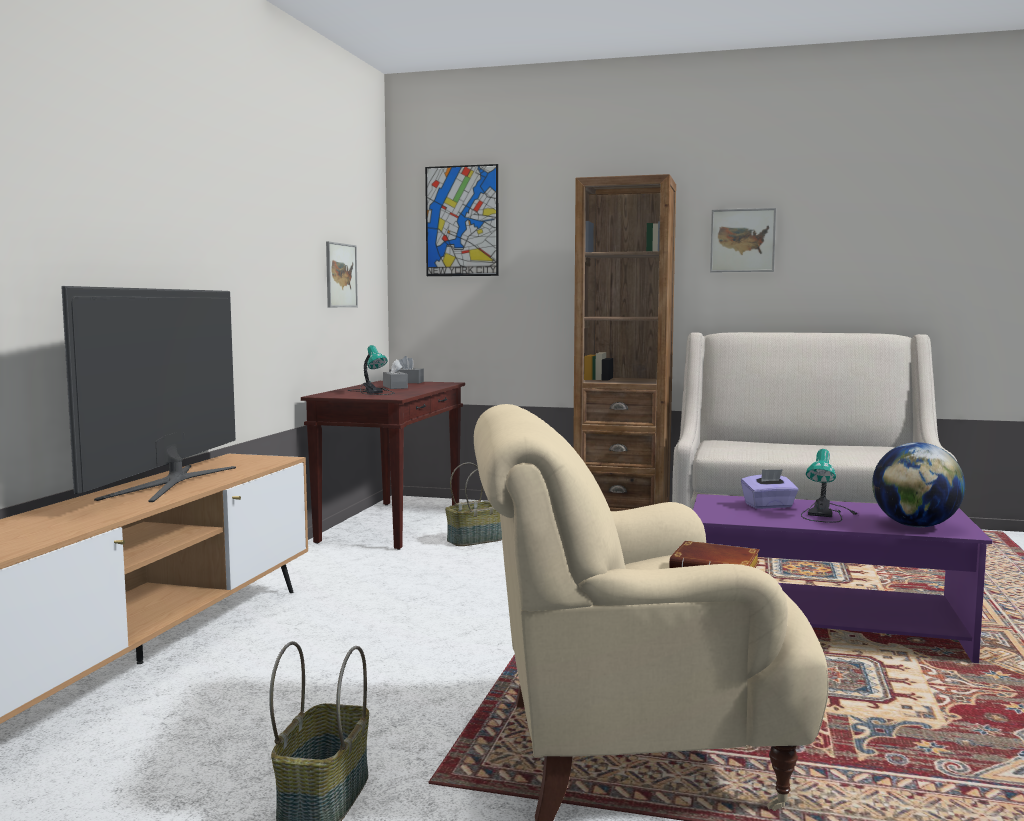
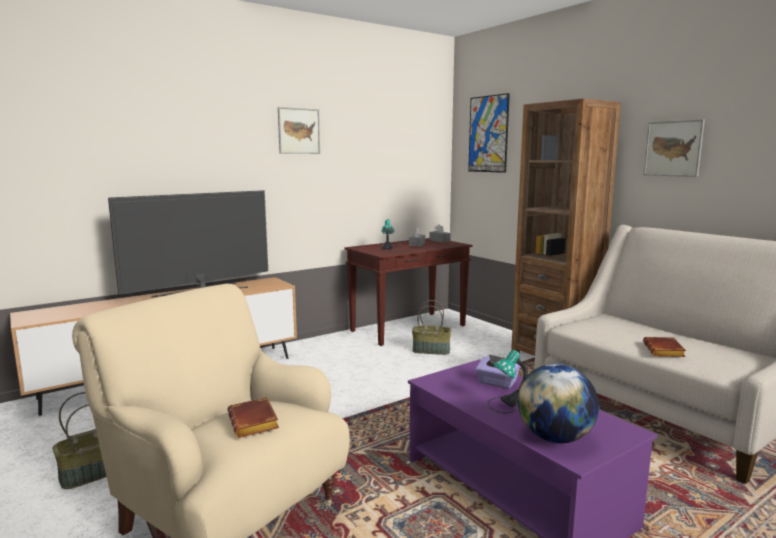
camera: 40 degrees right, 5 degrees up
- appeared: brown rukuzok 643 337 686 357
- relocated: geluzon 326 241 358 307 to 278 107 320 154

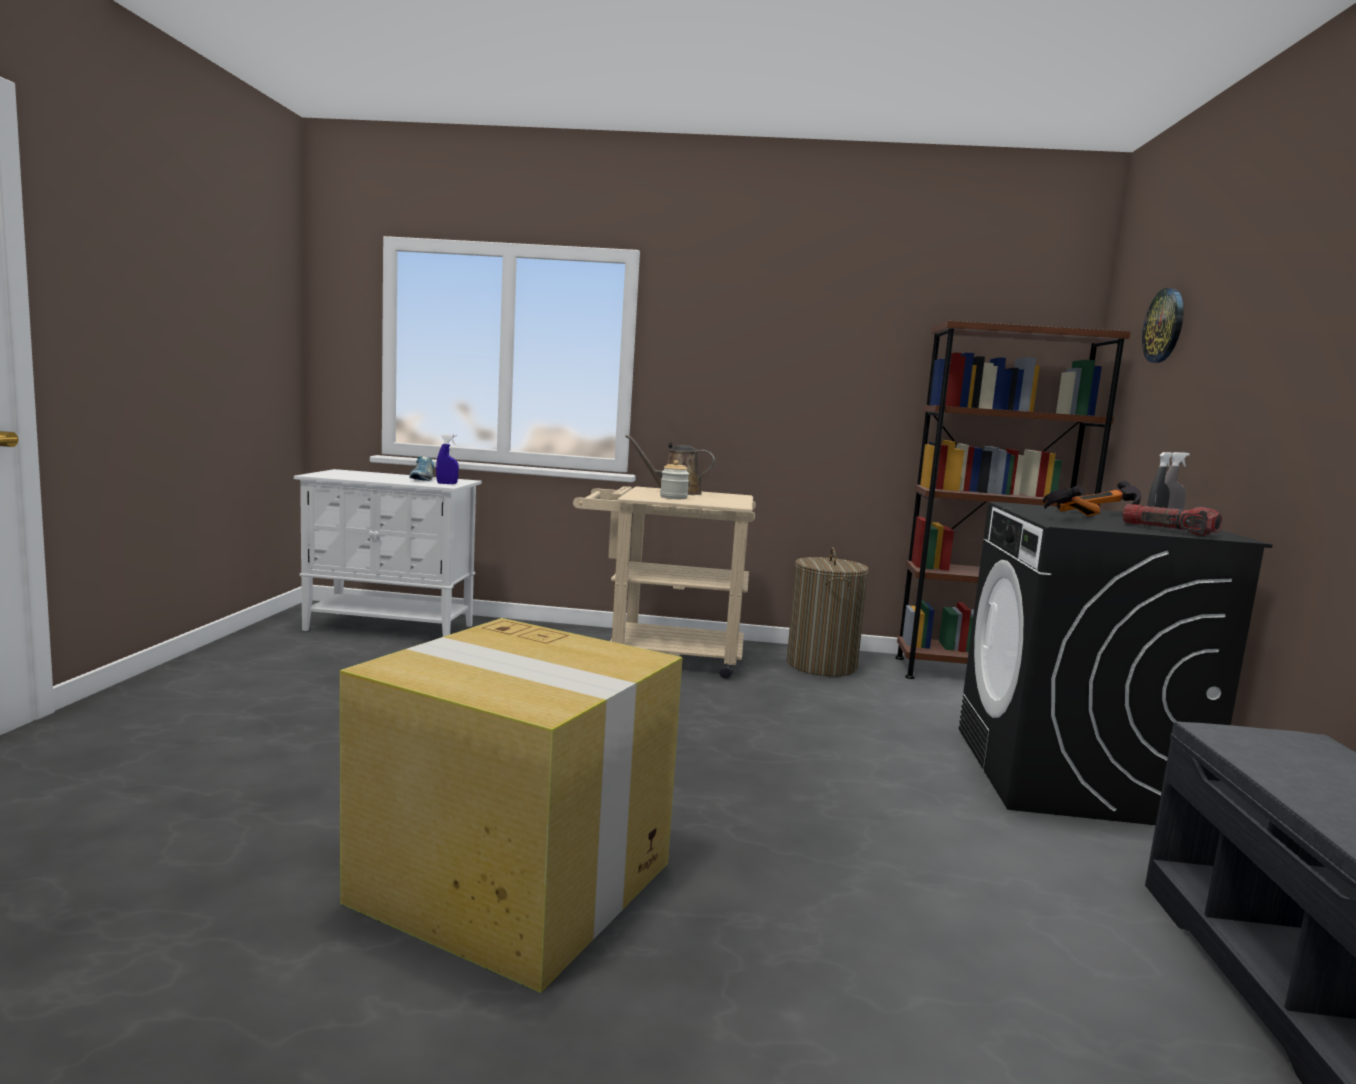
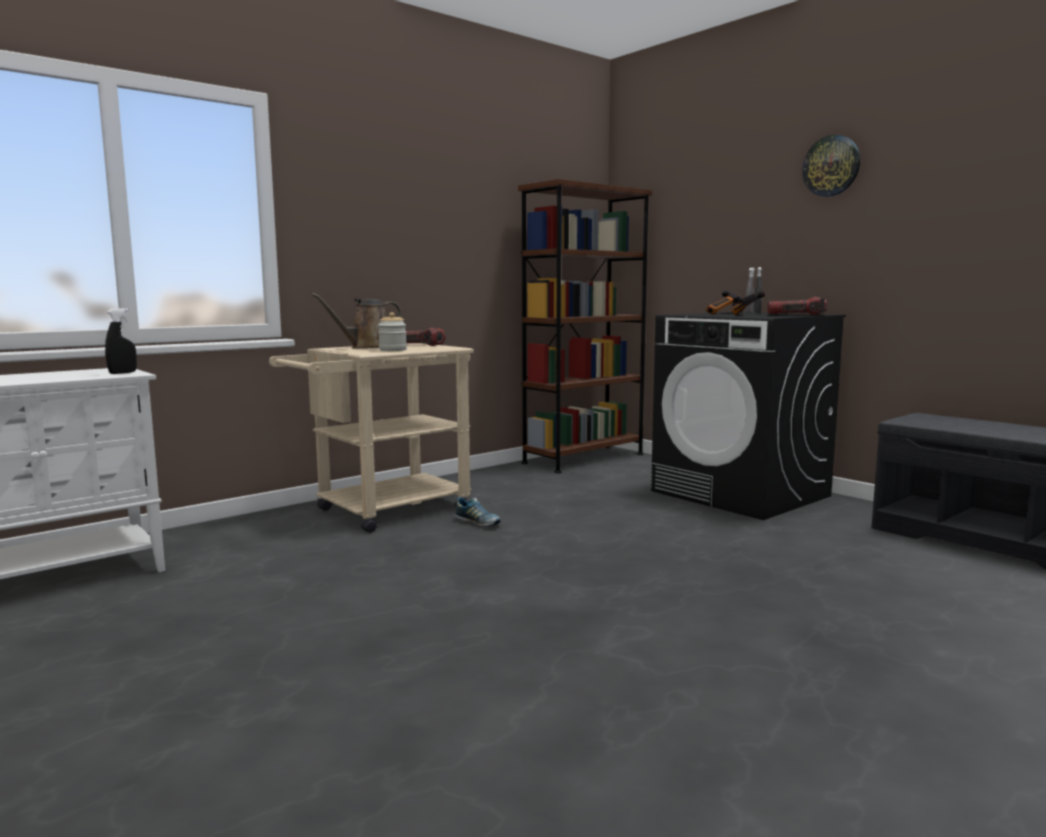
camera: 45 degrees left, 0 degrees up
- missing: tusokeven 340 618 683 993
- missing: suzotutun 787 547 869 676
- appeared: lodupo 406 328 445 346
- relocated: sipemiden 409 455 434 481 to 455 497 501 526
- relocated: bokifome 1142 288 1184 363 to 802 135 860 197
- colour: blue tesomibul 436 434 459 484 to black tesomibul 105 308 137 374

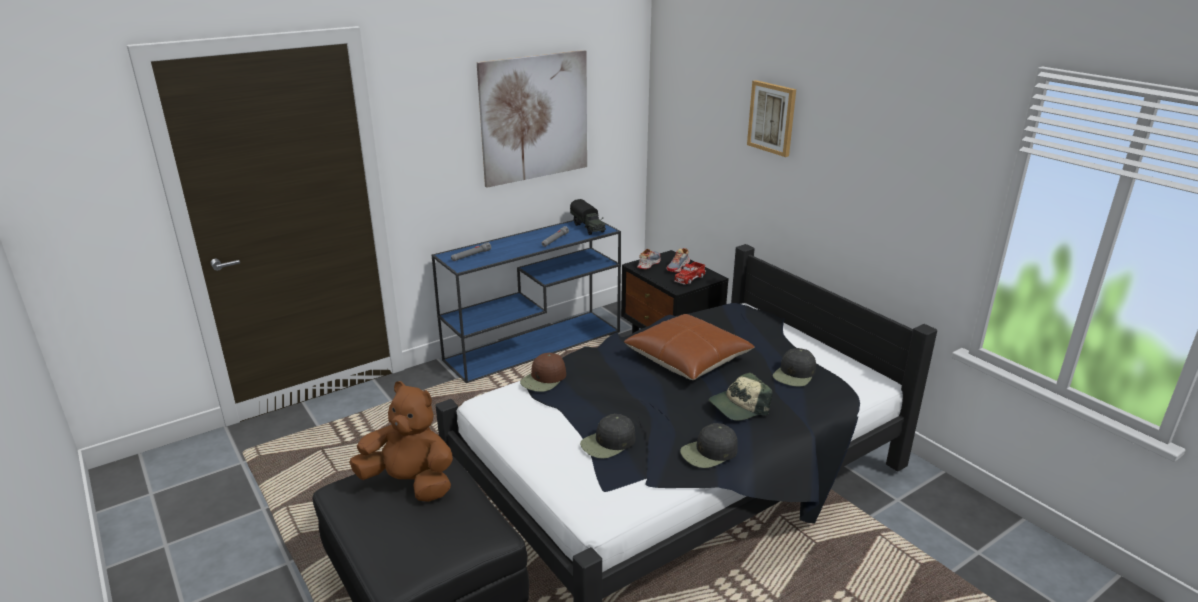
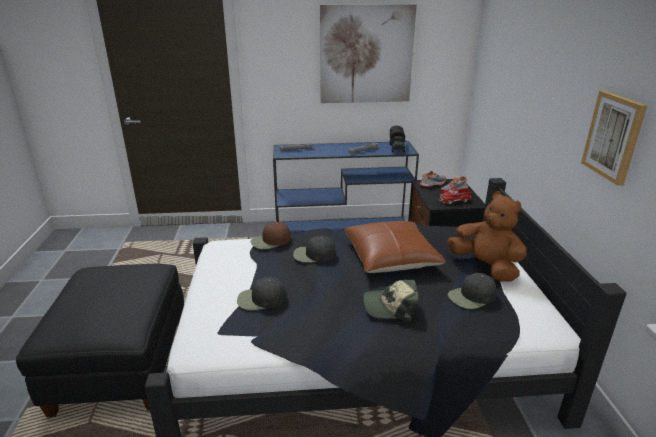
camera: 30 degrees right, 0 degrees up
- relocated: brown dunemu 349 381 453 502 to 447 191 527 281
- relocated: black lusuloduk 680 423 738 468 to 293 236 336 262
- relocated: geluzon 747 80 796 157 to 581 91 647 186

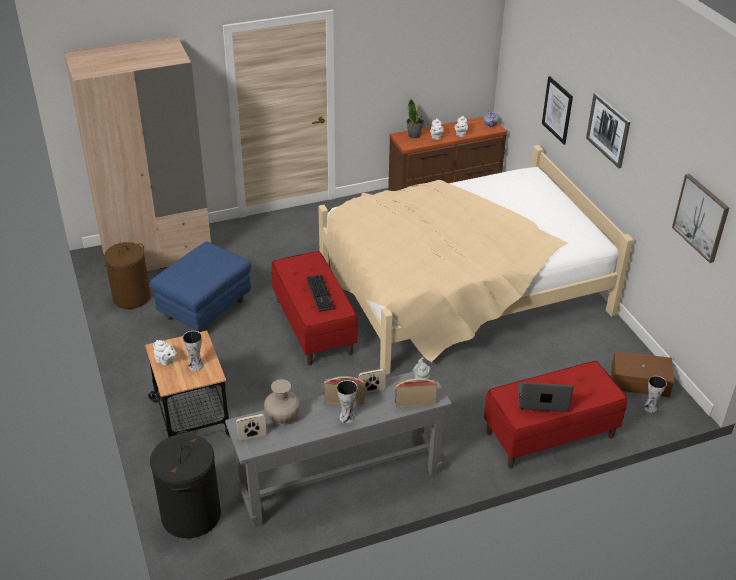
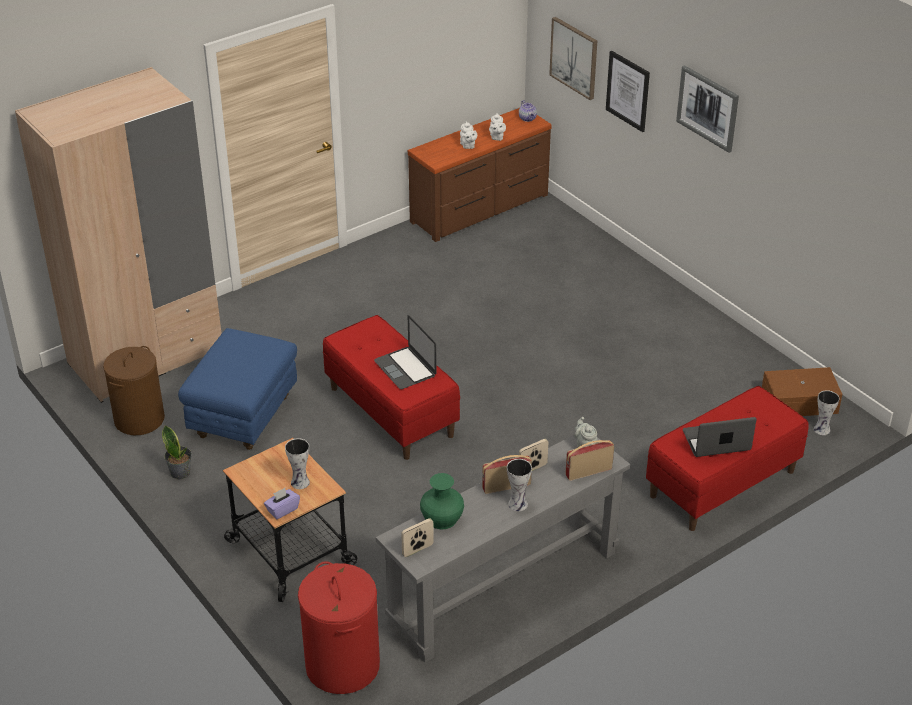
camera: 15 degrees left, 0 degrees up
- missing: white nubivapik 153 340 177 366
- missing: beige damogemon 318 145 634 375
- appeared: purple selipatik 264 488 300 519
- relocated: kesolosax 407 99 424 138 to 162 425 192 479
- relocated: geluzon 672 174 729 263 to 549 17 597 100
- exchanged: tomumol 307 275 335 312 to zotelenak 374 315 437 389
- colour: black suzotutun 150 431 221 538 to red suzotutun 298 561 380 694
- colour: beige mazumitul 264 379 300 425 to green mazumitul 420 473 464 529

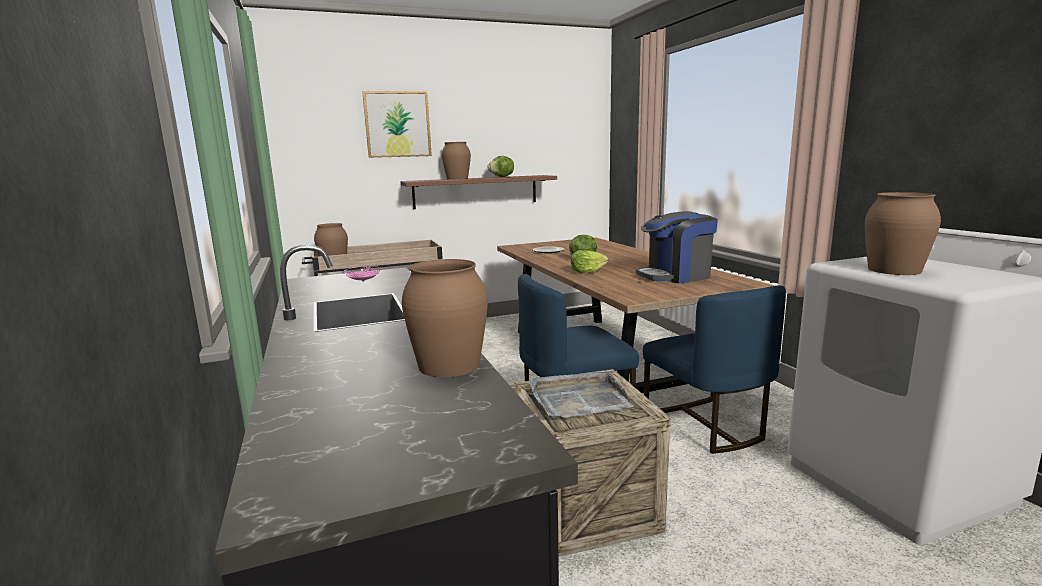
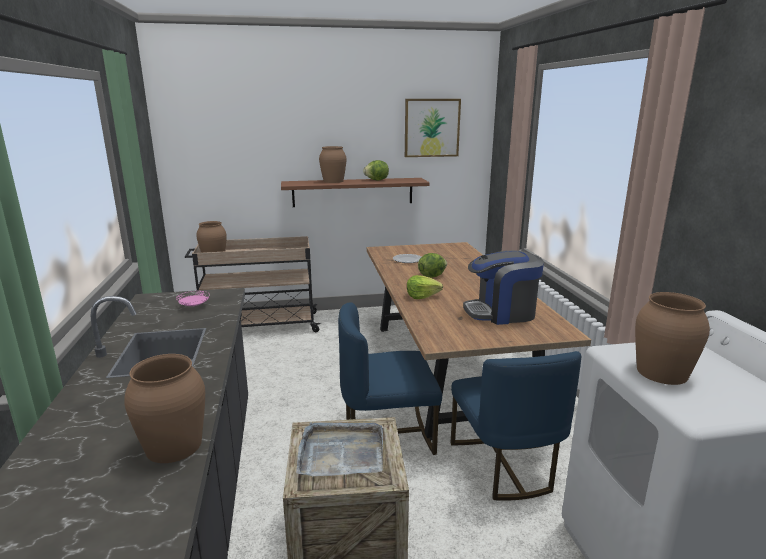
camera: 10 degrees right, 5 degrees up
- relocated: geluzon 362 91 432 158 to 405 99 461 157

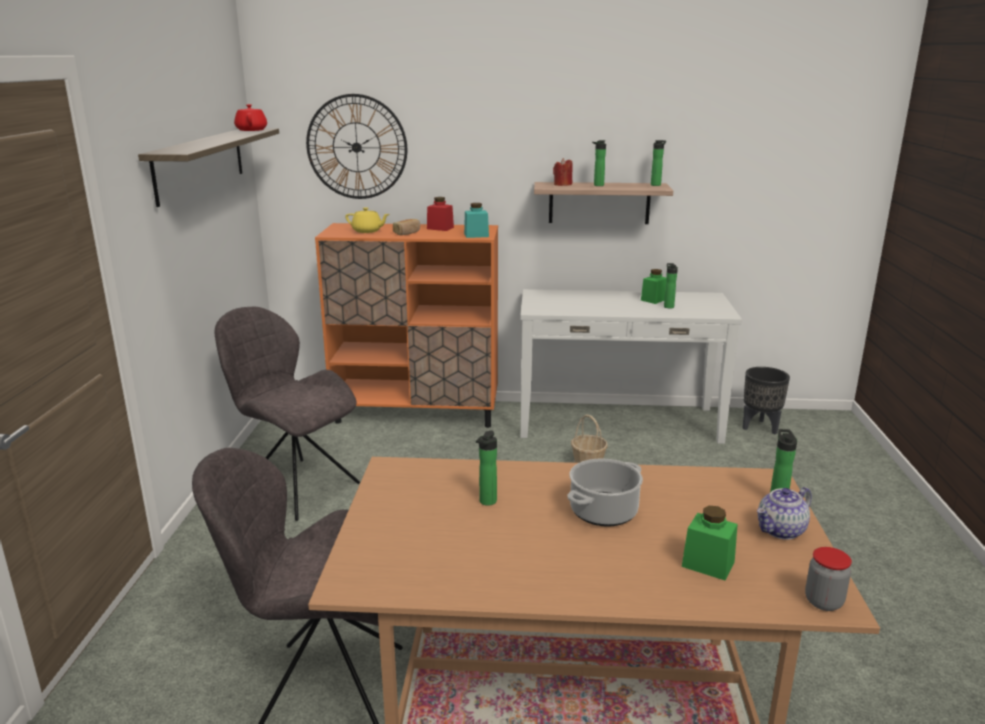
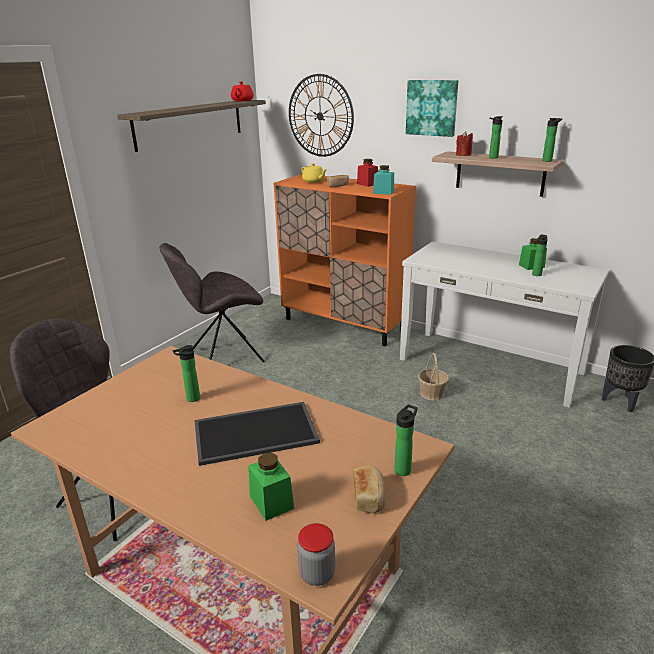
camera: 30 degrees right, 5 degrees up
- appeared: geluzon 406 80 458 137
- exchanged: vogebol 567 458 643 527 to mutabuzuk 194 402 320 466
- exchanged: nubivapik 757 487 812 540 to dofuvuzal 353 465 386 514
- spun: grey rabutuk 214 307 360 521 = 159 243 265 362 90 degrees counterclockwise

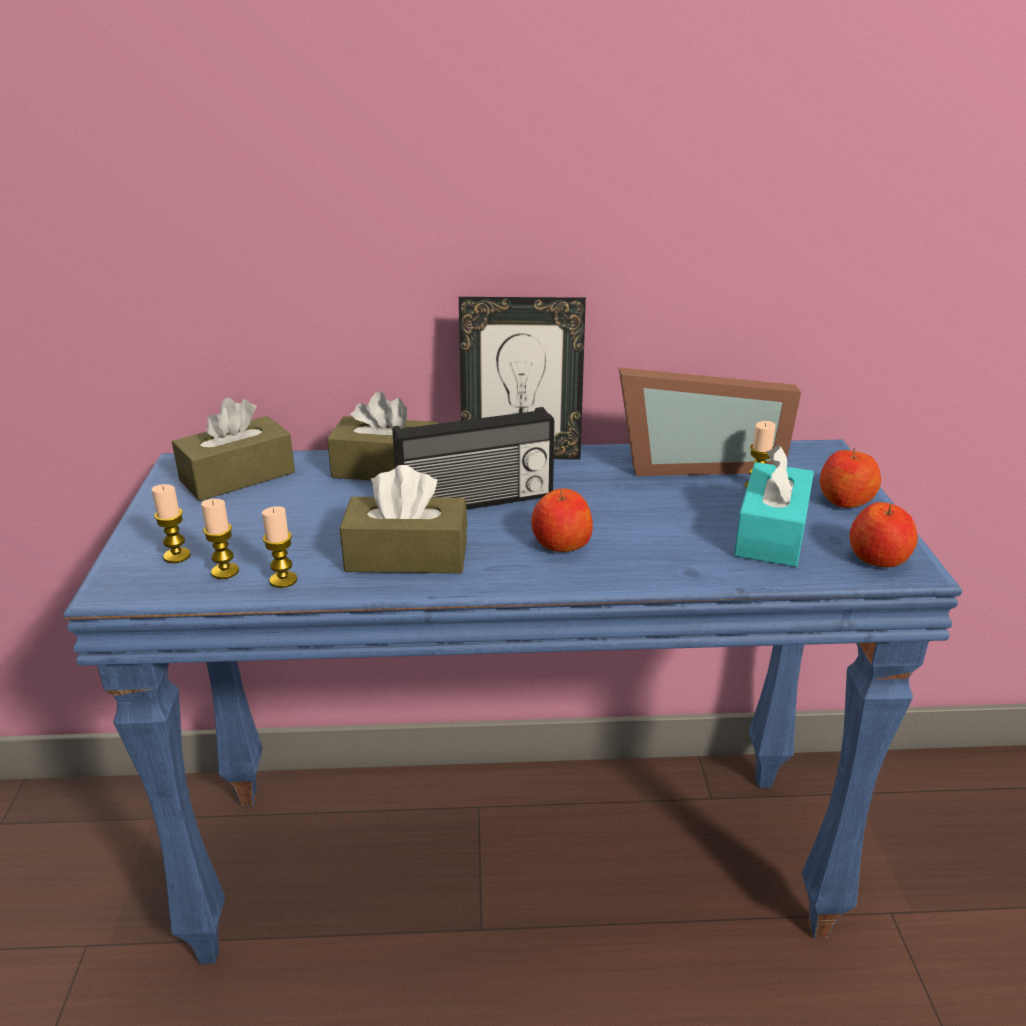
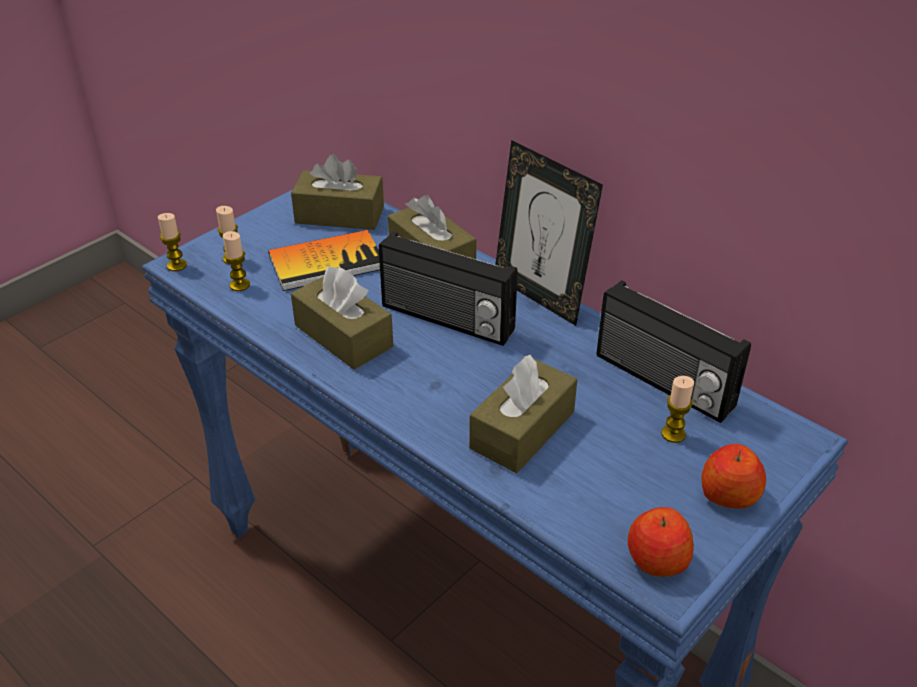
camera: 45 degrees right, 10 degrees up
- missing: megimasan 531 488 593 552
- missing: turquoise selipatik 734 445 814 567
- appeared: rukuzok 268 230 380 291
- appeared: brown selipatik 469 355 577 473
- relocated: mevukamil 262 506 297 588 to 158 213 187 271
- exchanged: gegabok 618 367 801 476 to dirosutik 597 280 751 423

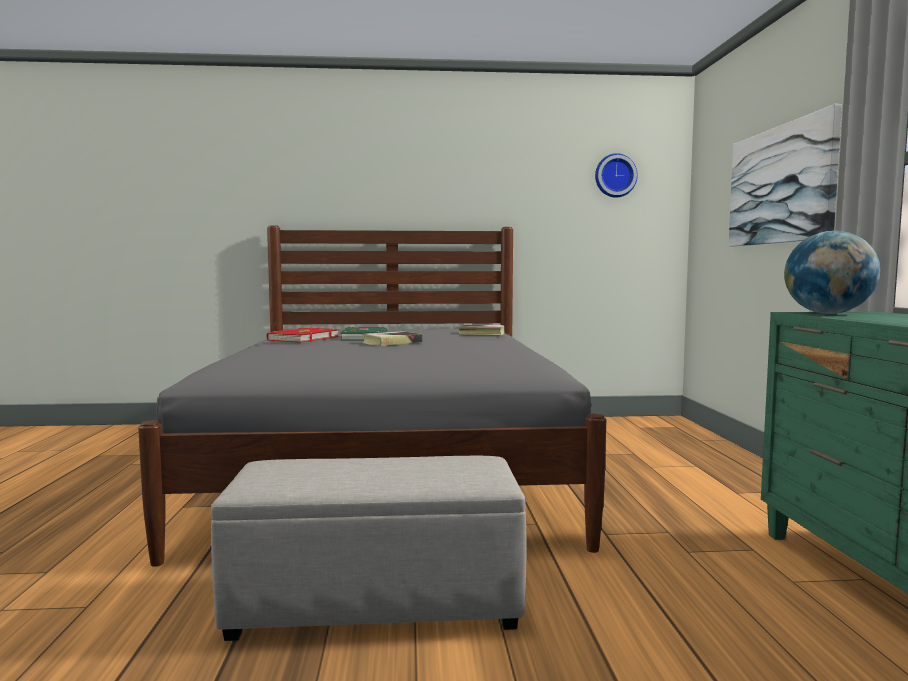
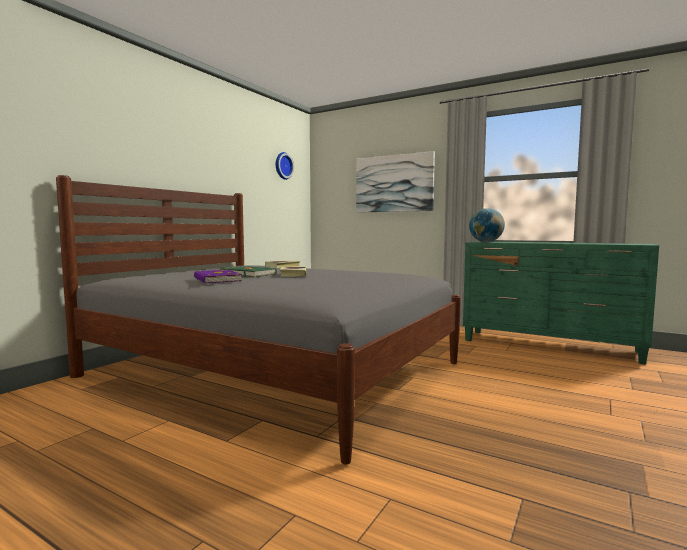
camera: 55 degrees left, 0 degrees up
- missing: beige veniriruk 211 456 527 641
- colour: red rukuzok 267 327 339 343 to purple rukuzok 194 269 242 283

